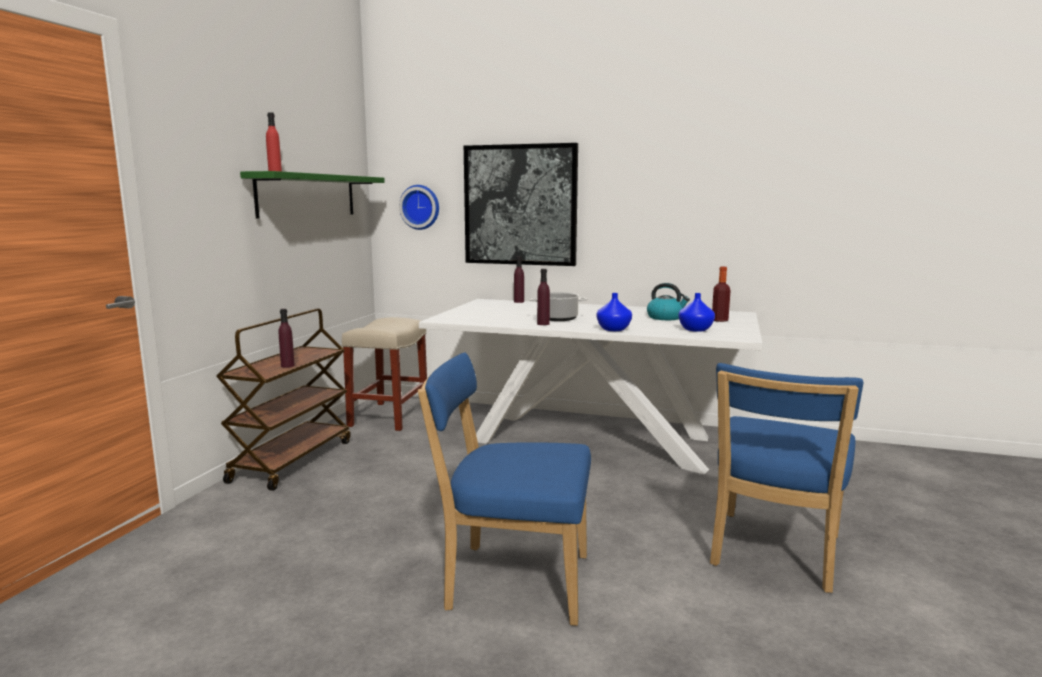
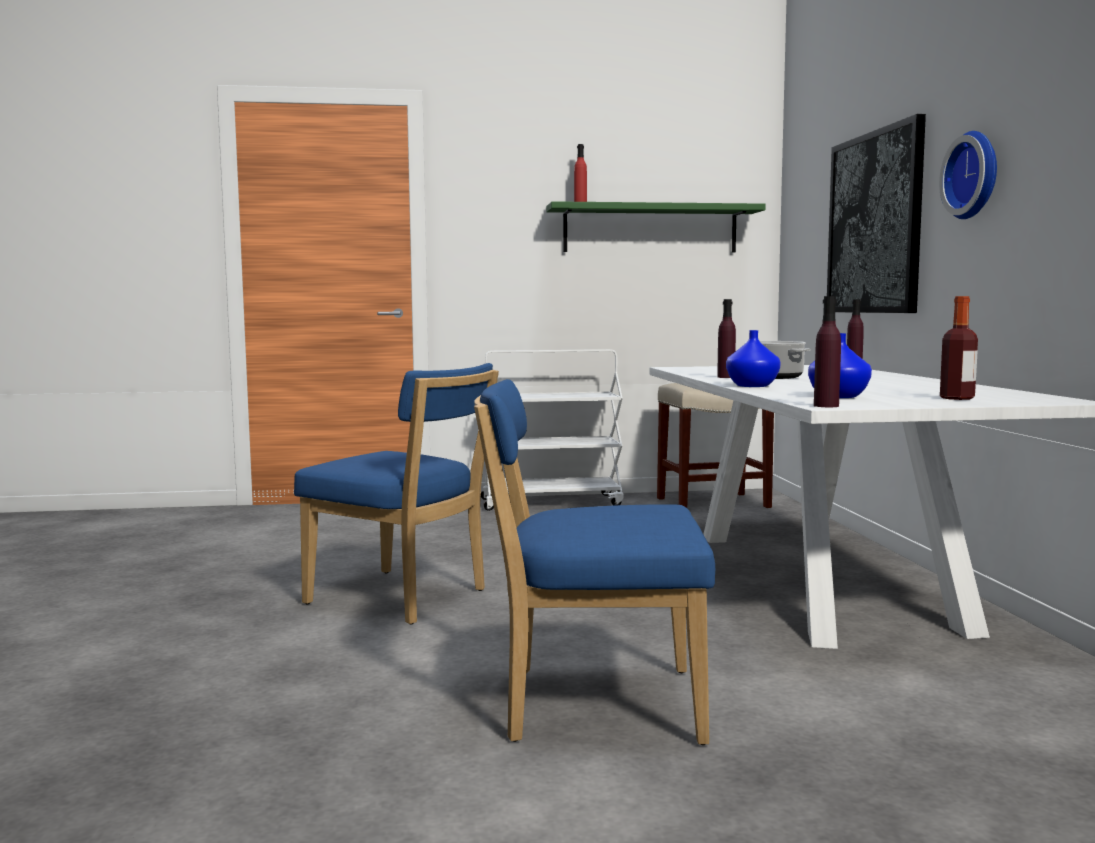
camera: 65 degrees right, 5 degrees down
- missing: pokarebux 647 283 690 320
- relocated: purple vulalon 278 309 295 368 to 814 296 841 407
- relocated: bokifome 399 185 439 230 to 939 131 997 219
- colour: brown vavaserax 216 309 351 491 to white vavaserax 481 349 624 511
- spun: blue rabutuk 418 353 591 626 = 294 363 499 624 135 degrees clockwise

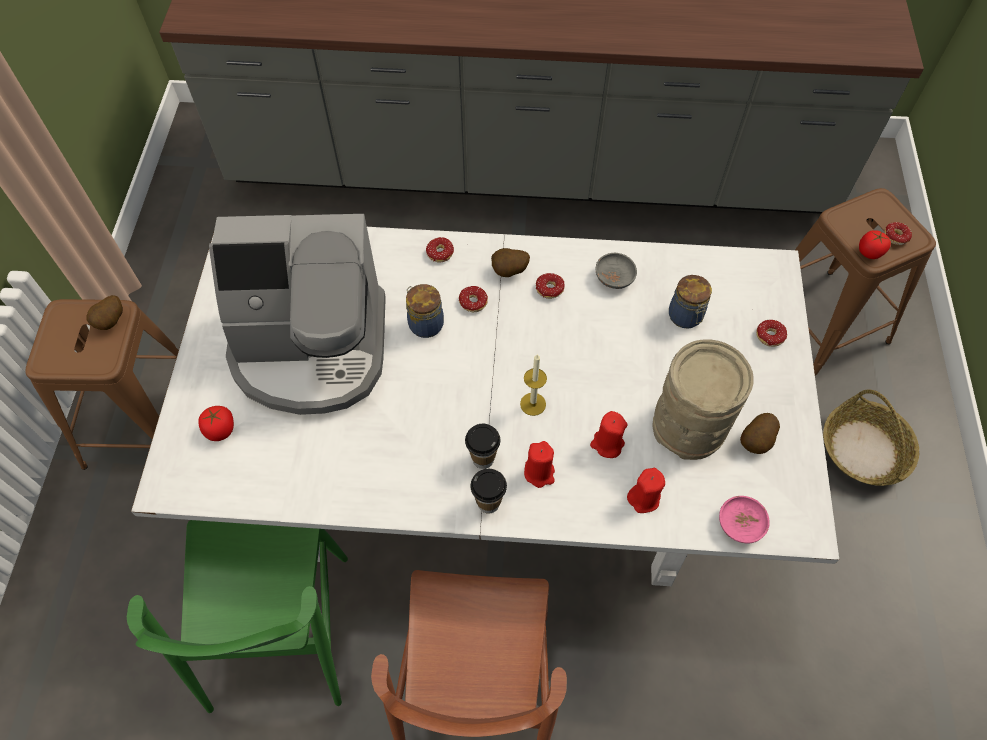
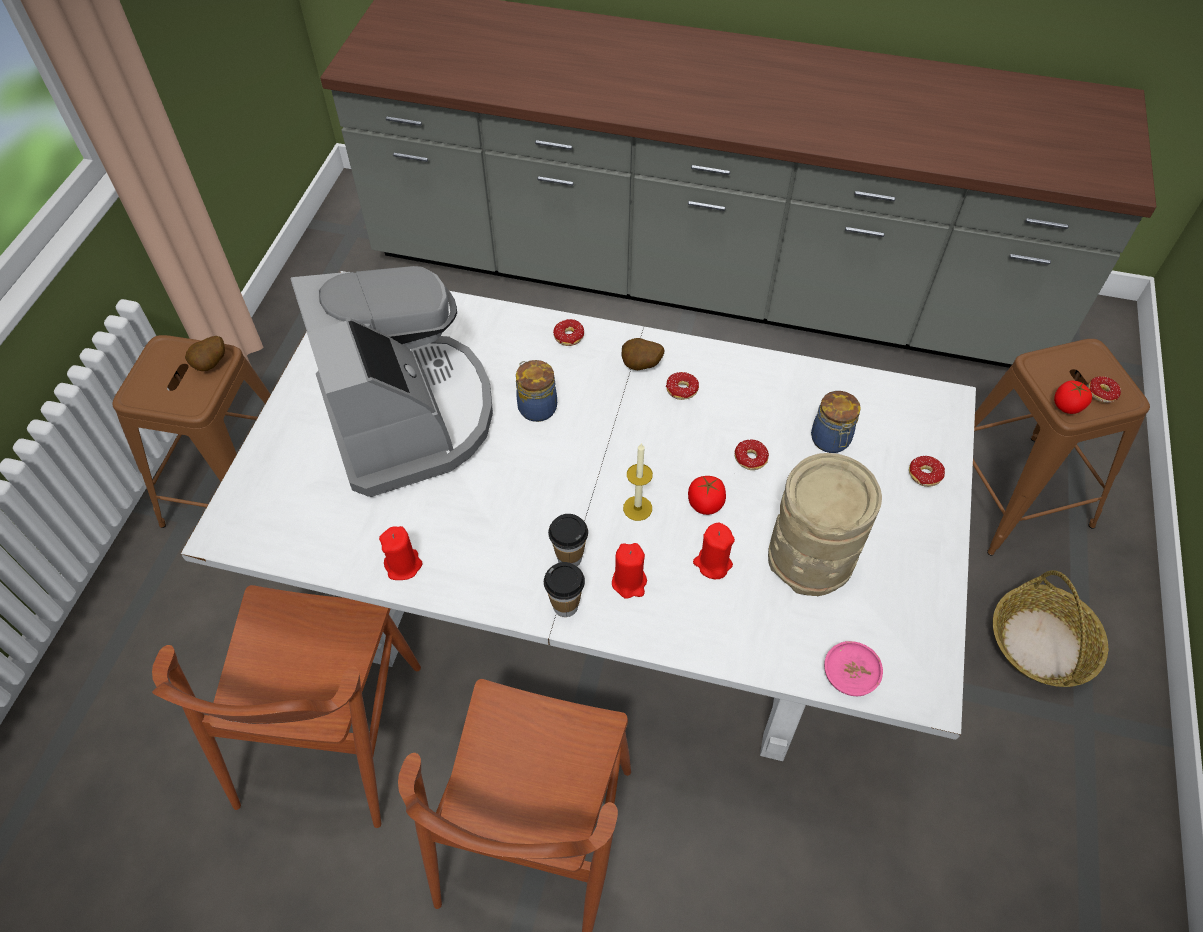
camera: 10 degrees right, 5 degrees down
- missing: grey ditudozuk 596 253 637 289
- missing: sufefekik 740 413 780 454
- relocated: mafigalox 199 406 234 441 to 688 476 726 515
- relocated: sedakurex 459 286 488 312 to 735 440 769 470
- relocated: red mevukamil 627 468 665 513 to 379 526 422 580
- colour: green rabutuk 127 520 348 713 to brown rabutuk 152 585 421 828
- spun: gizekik 209 214 386 415 = 290 266 493 497 120 degrees counterclockwise

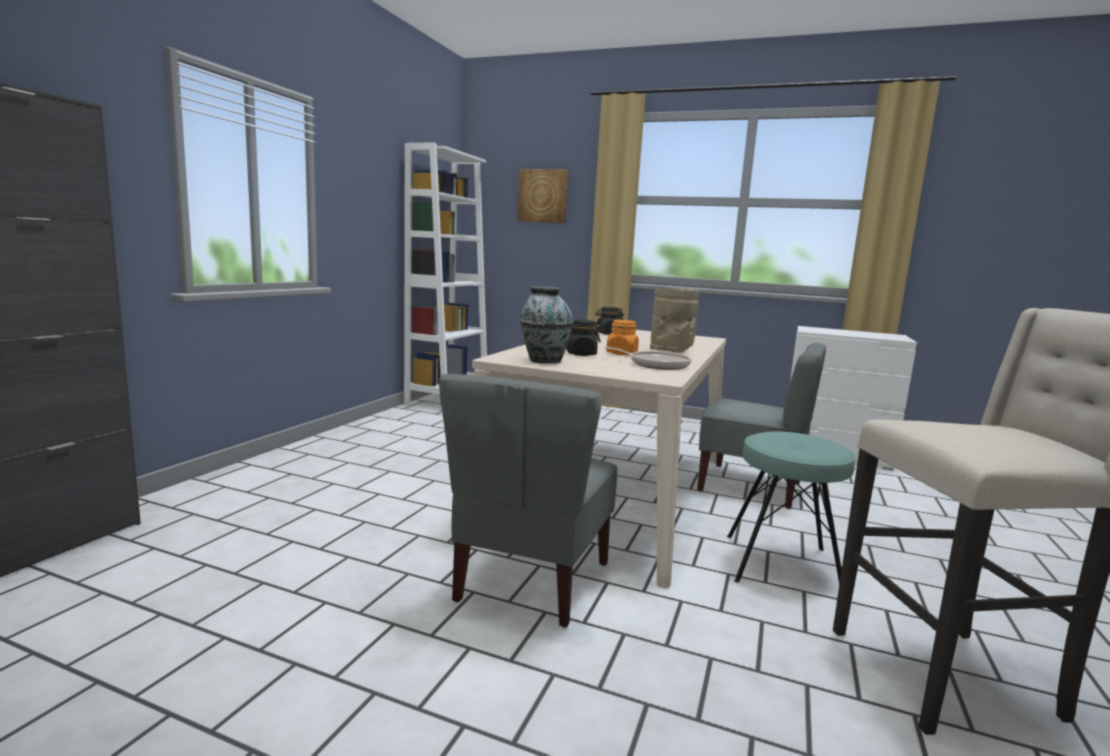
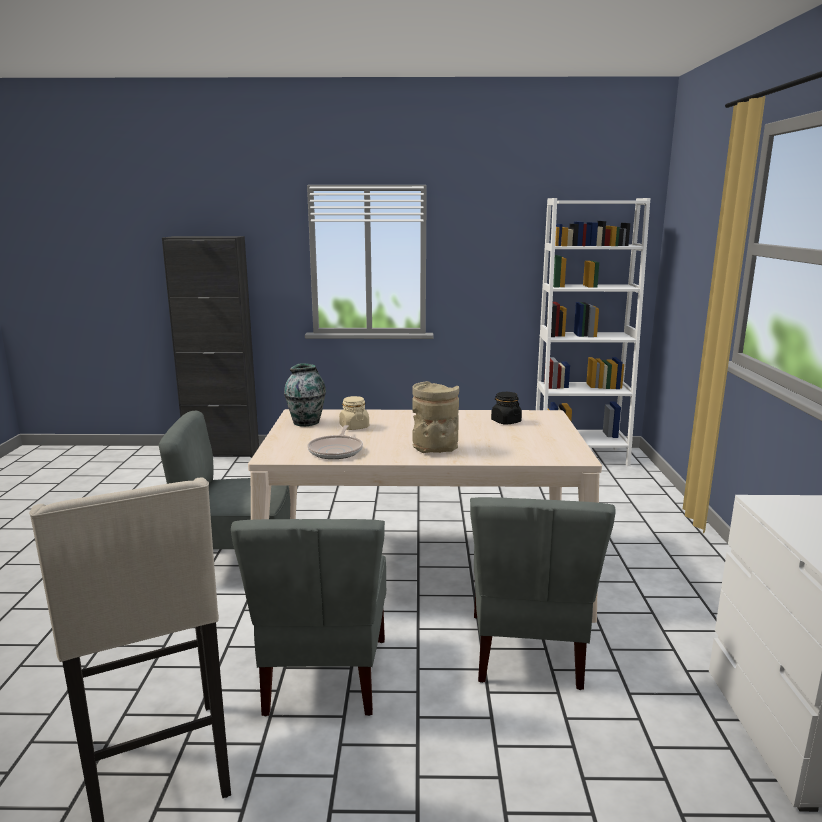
camera: 70 degrees right, 5 degrees up
- missing: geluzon 517 169 568 223
- missing: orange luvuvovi 606 320 639 355
- exchanged: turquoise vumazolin 727 432 856 584 to grey rabutuk 231 519 386 716
- colour: black luvuvovi 566 319 601 356 to beige luvuvovi 339 396 369 430

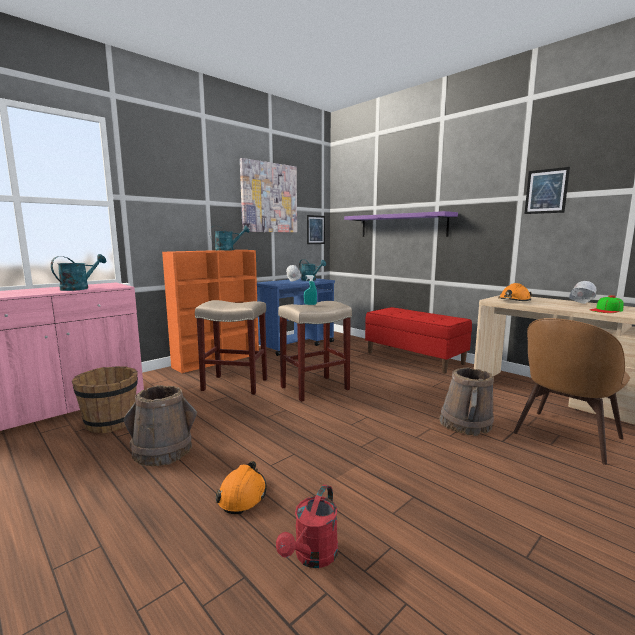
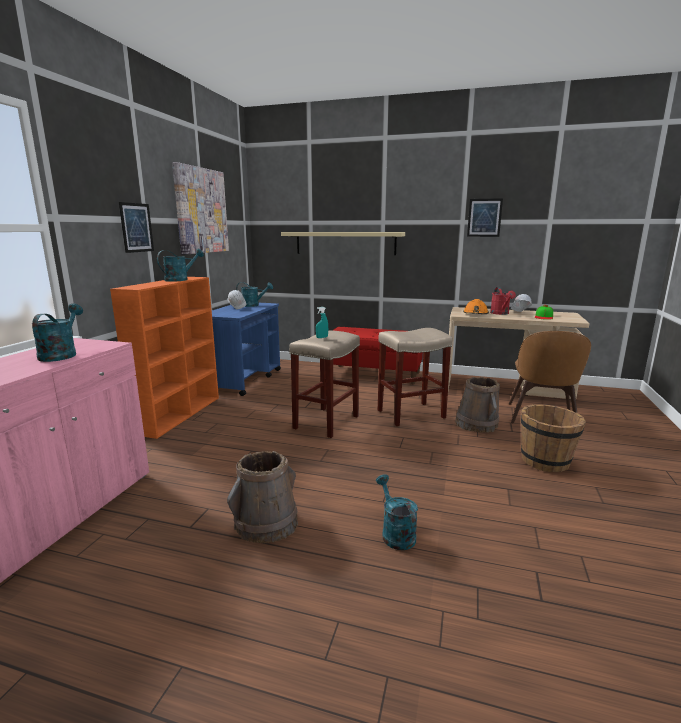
camera: 30 degrees left, 5 degrees up
- relocated: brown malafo 72 366 138 433 to 521 404 586 472
- relocated: beige vumazolin 195 300 267 394 to 378 328 453 426
- relocated: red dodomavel 276 485 338 568 to 490 287 516 315
- relocated: geluzon 307 215 325 244 to 119 202 154 253
- exchanged: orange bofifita 215 461 267 514 to turquoise dodomavel 376 474 418 550
- colour: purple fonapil 344 211 458 237 to beige fonapil 281 232 405 255

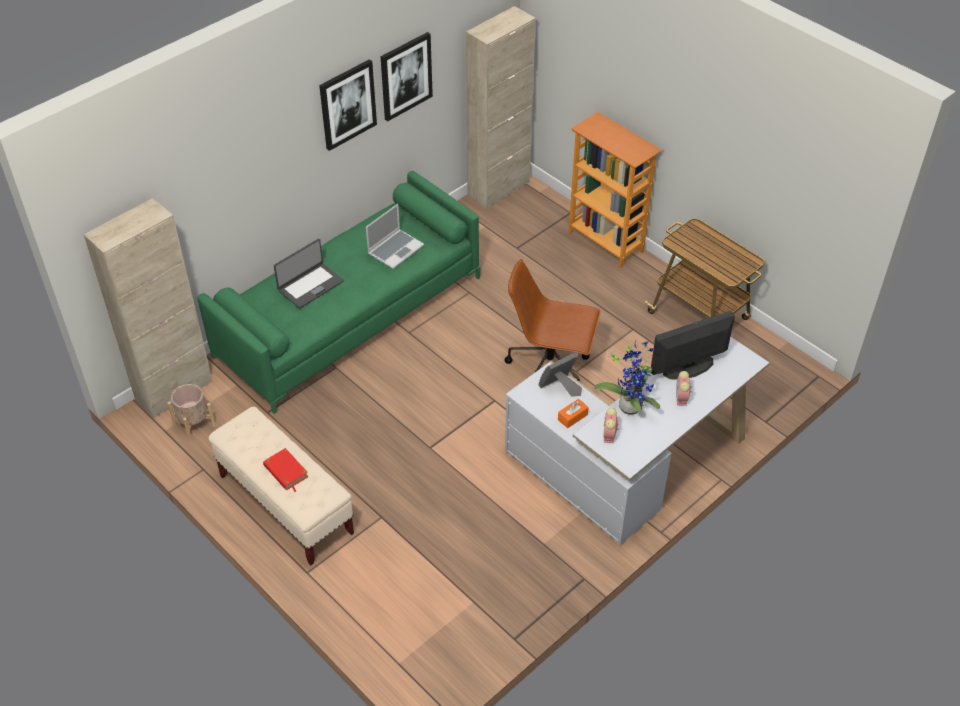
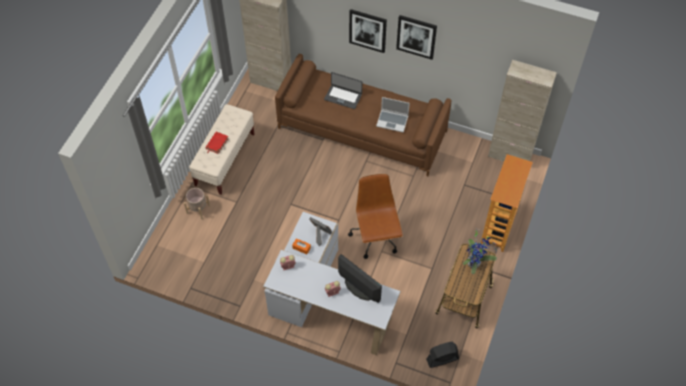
camera: 65 degrees right, 10 degrees up
- appeared: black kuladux 426 342 459 368
- relocated: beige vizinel 168 384 216 441 to 184 188 210 219
- relocated: geluzon 381 32 433 121 to 349 9 387 53
- relocated: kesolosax 595 340 660 415 to 463 228 497 274
- colour: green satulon 198 171 480 414 to brown satulon 275 54 451 176

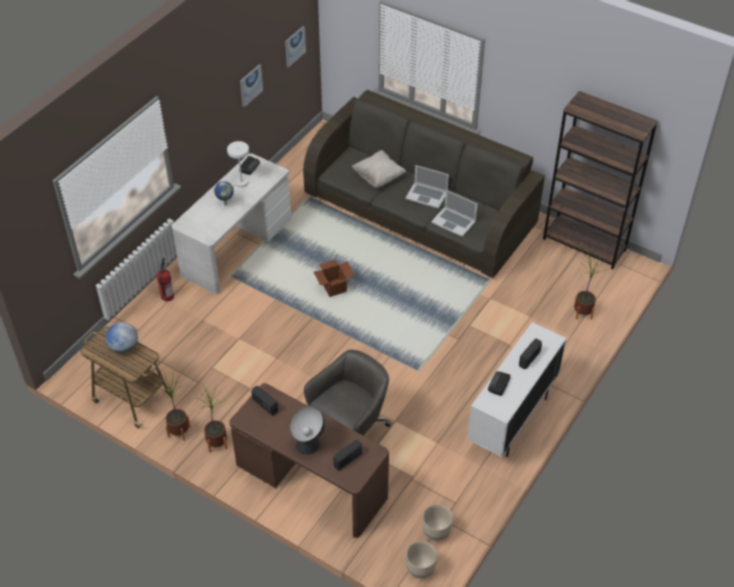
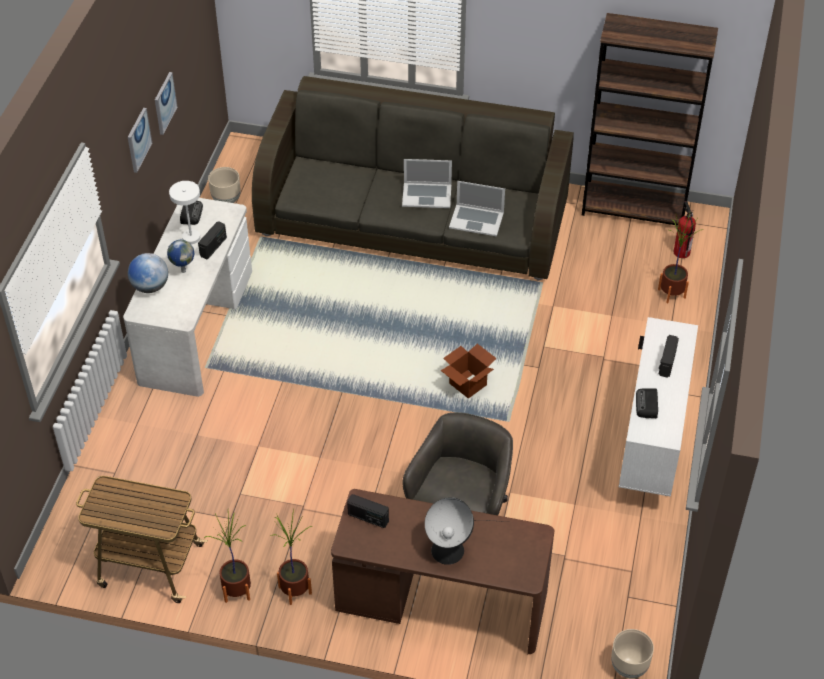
camera: 20 degrees left, 0 degrees up
- missing: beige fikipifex 352 150 406 188
- relocated: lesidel 106 322 138 354 to 128 253 168 293
- relocated: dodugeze 157 258 174 301 to 674 201 696 258
- relocated: geluzon 285 26 306 67 to 128 108 152 173
- relocated: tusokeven 314 260 354 297 to 441 344 497 398
- relocated: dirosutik 333 440 362 471 to 198 221 227 259
- relocated: beige vizinel 423 504 453 541 to 208 167 240 203

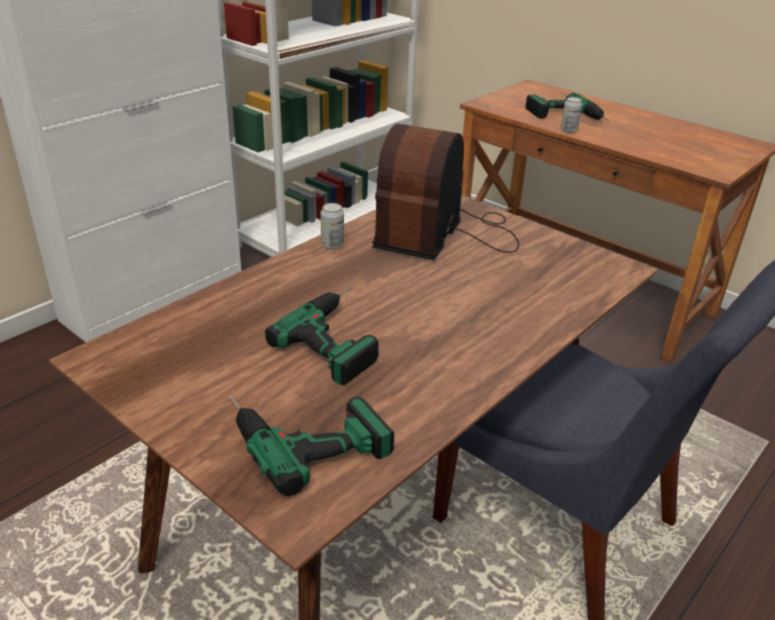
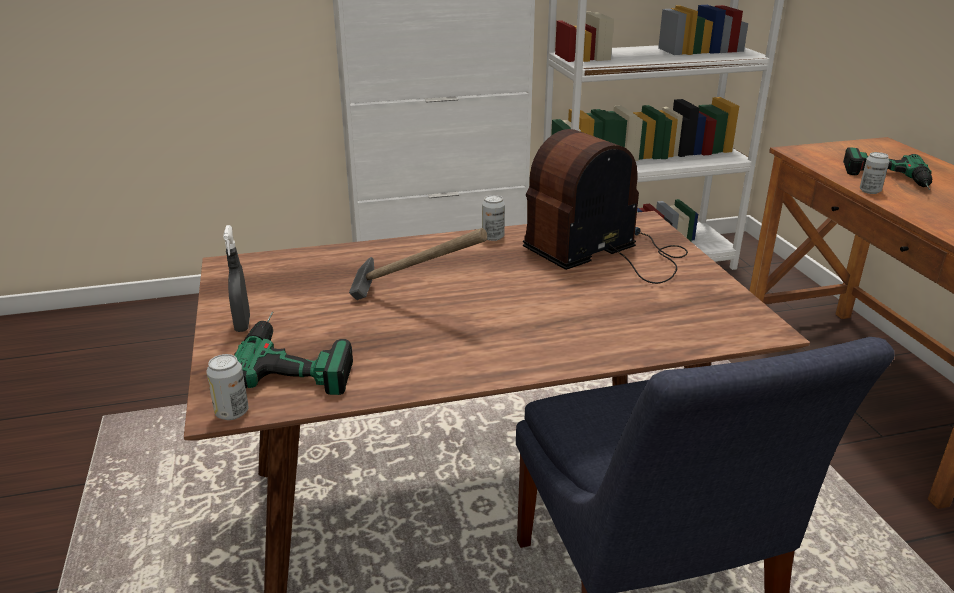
camera: 35 degrees right, 5 degrees down
- appeared: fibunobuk 206 354 248 420
- appeared: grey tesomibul 223 225 250 332
- exchanged: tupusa 265 288 379 385 to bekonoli 349 228 487 300

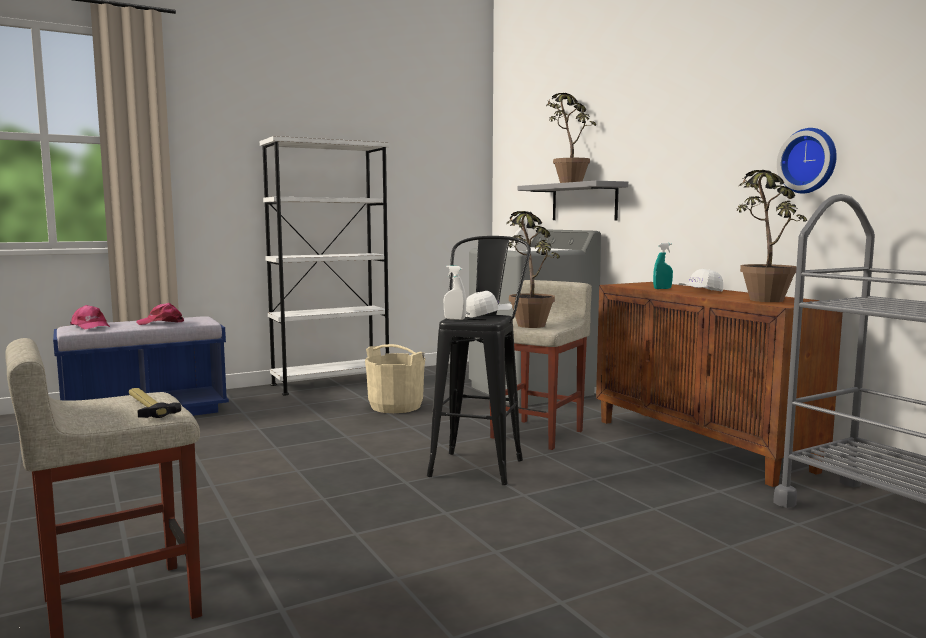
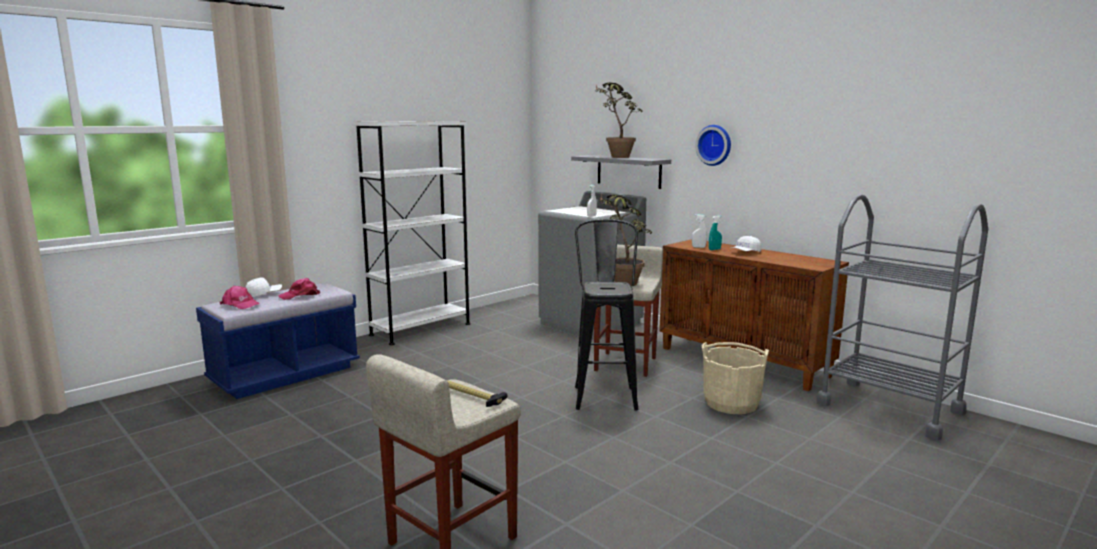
camera: 15 degrees left, 5 degrees up
- missing: kesolosax 736 170 807 302
- relocated: beige malafo 365 344 425 413 to 702 342 769 414
- relocated: white tesomibul 444 265 466 320 to 692 214 707 248
- relocated: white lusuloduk 465 291 512 318 to 245 277 282 297
- relocated: bokifome 777 128 837 194 to 695 125 731 166

